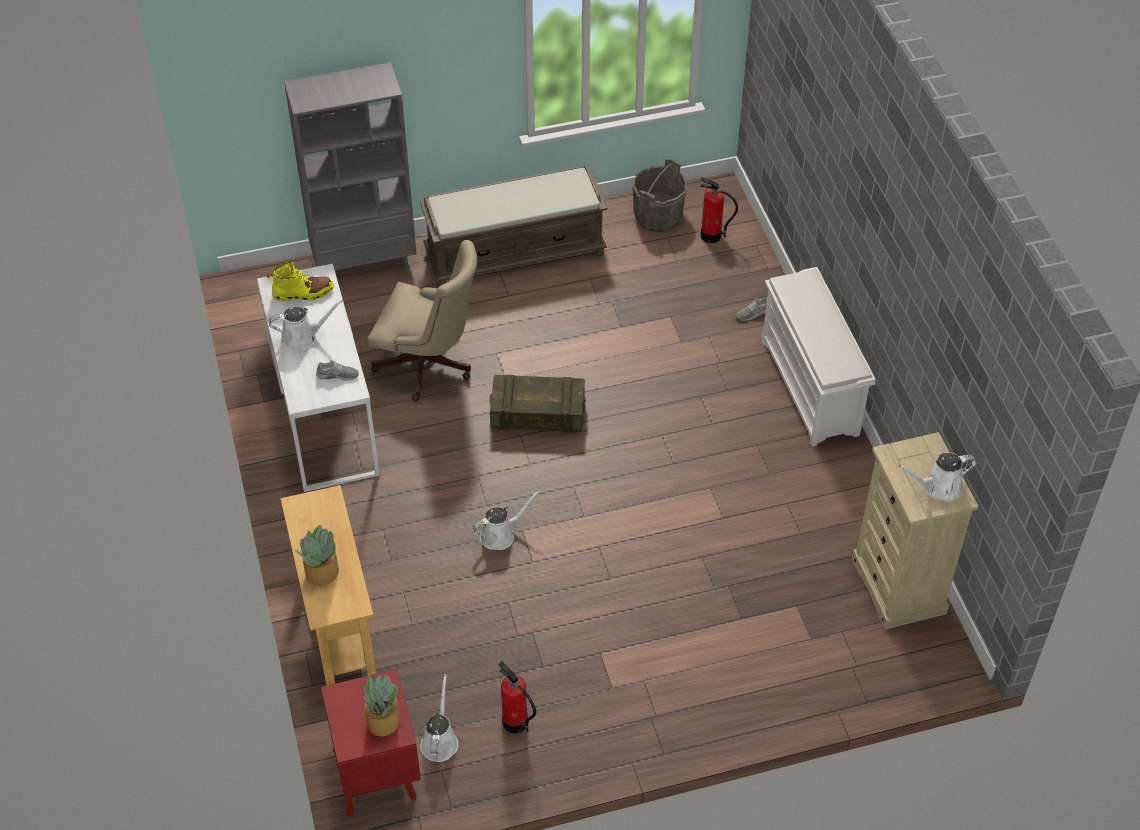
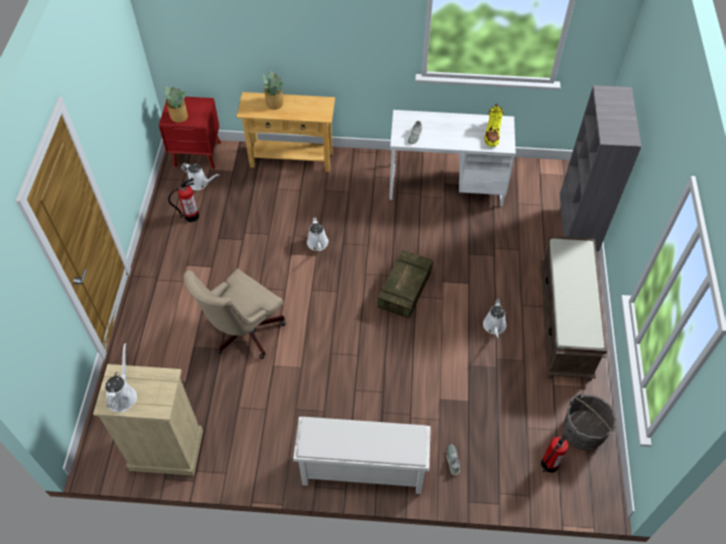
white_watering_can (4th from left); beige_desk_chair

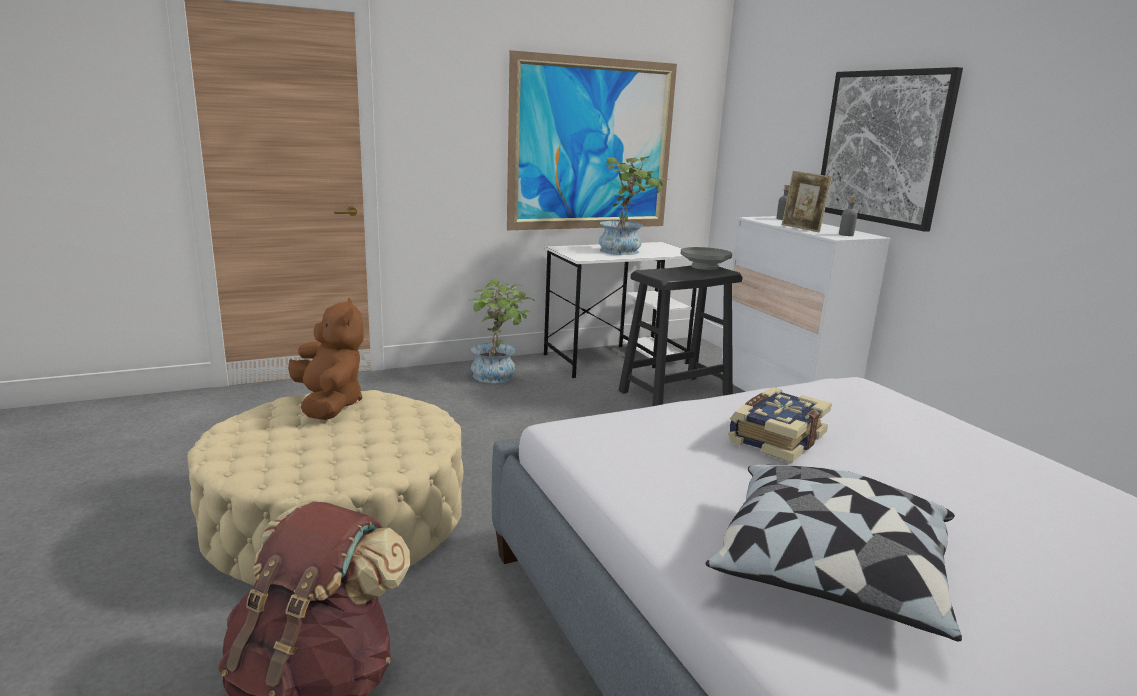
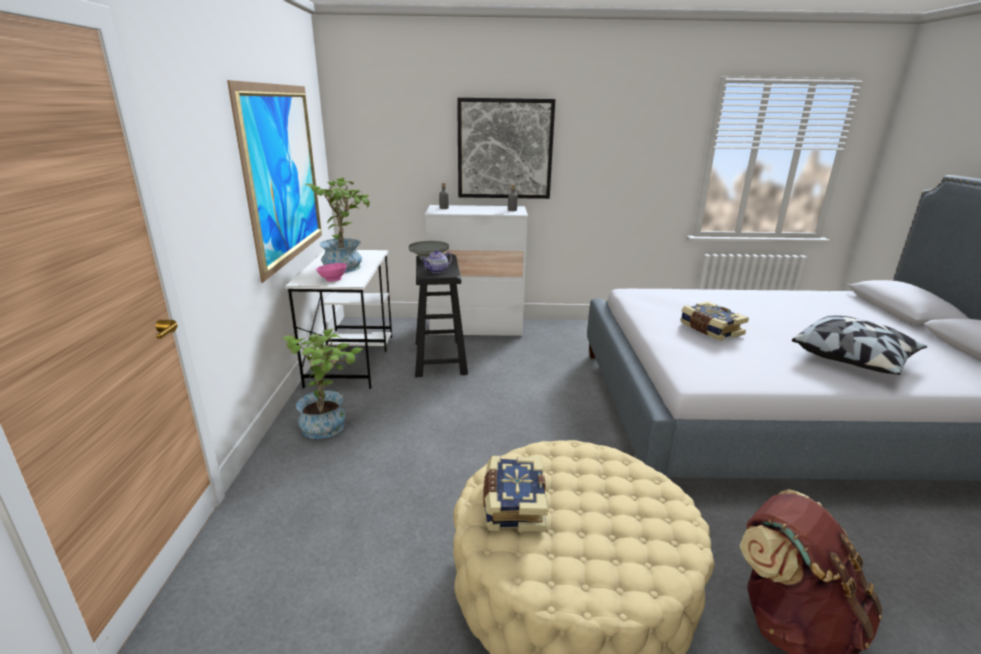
book (1st from left); photo_frame; pinkish_deep_dish; tea_pot

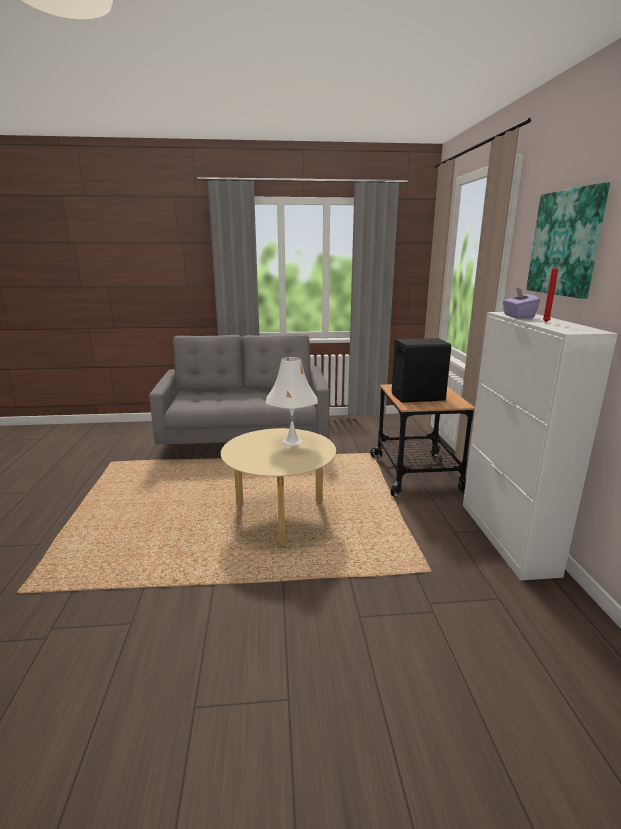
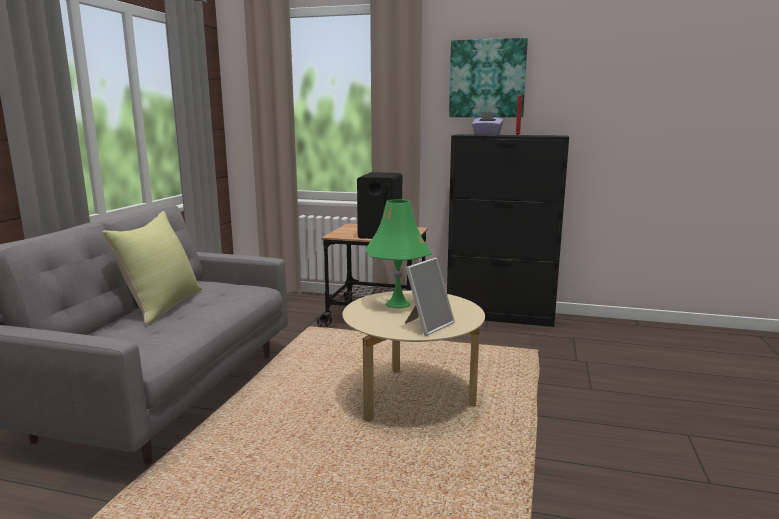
green-coloured_lamp_for_a_table; black-coloured_cabinet; yellowish_cushion; photo_frame

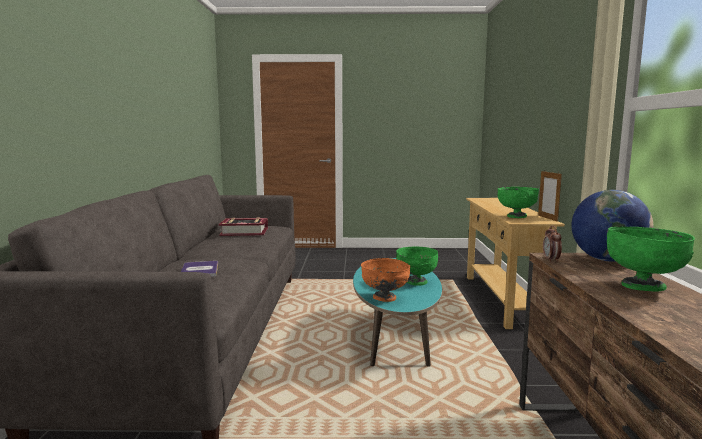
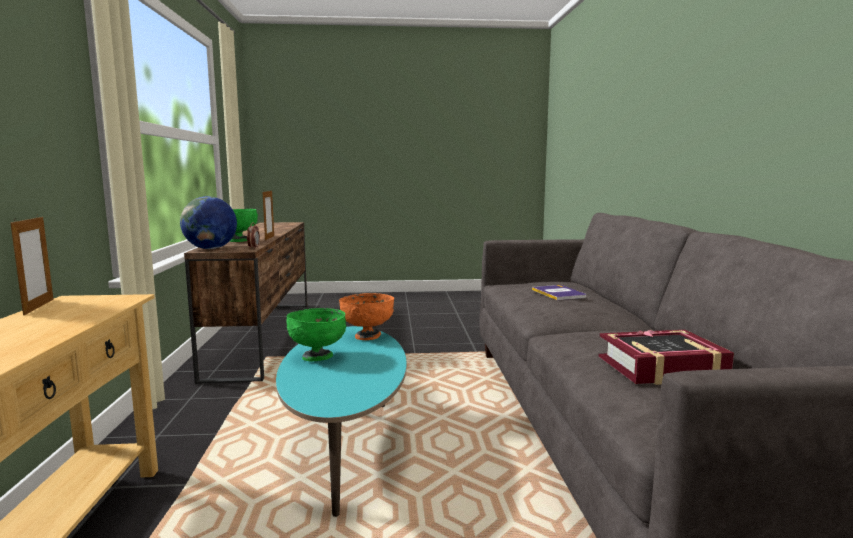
green-coloured_deep_dish (2nd from left in the first image); photo_frame (2nd from left)

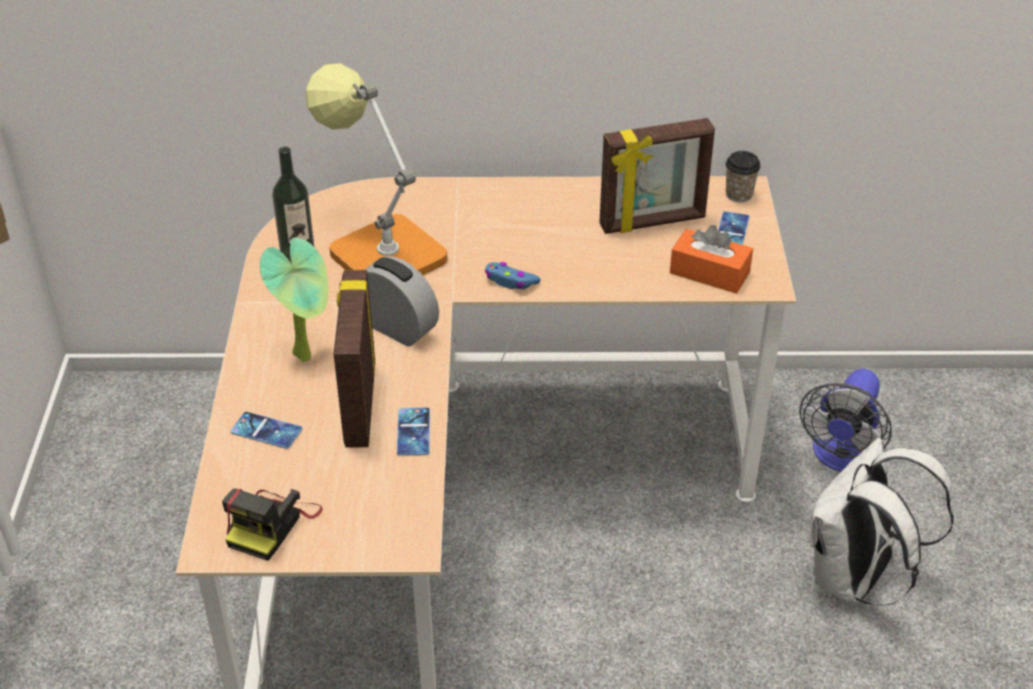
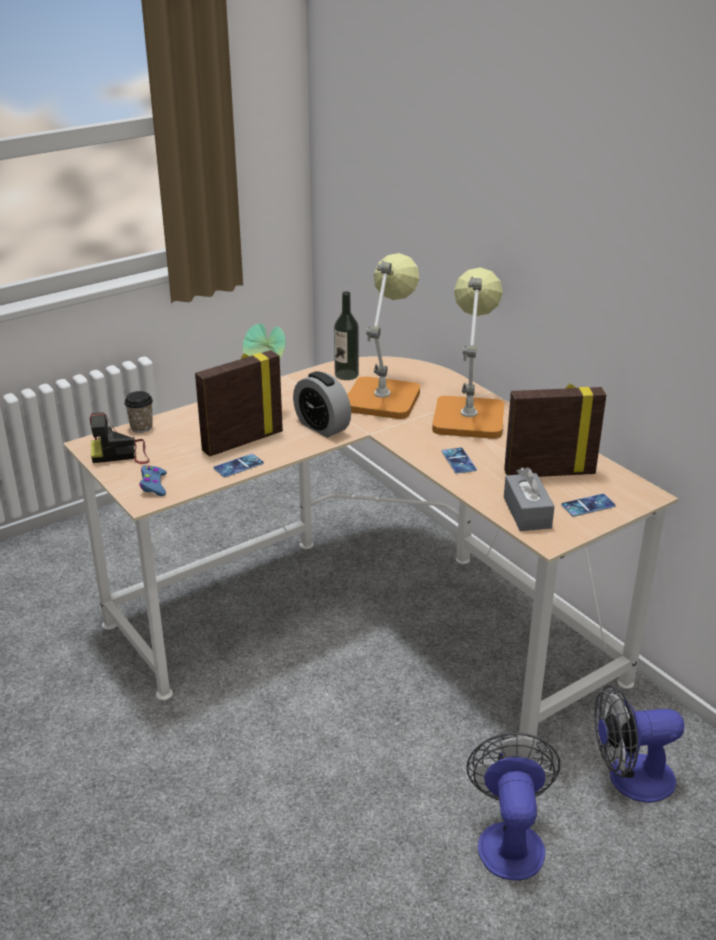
handset (2nd from left); alarm_clock; blue_game_controller; photo_frame (2nd from left); greyish_tissue_holder; drinking_cup; fan (1st from left); lamp_for_a_table (2nd from left)

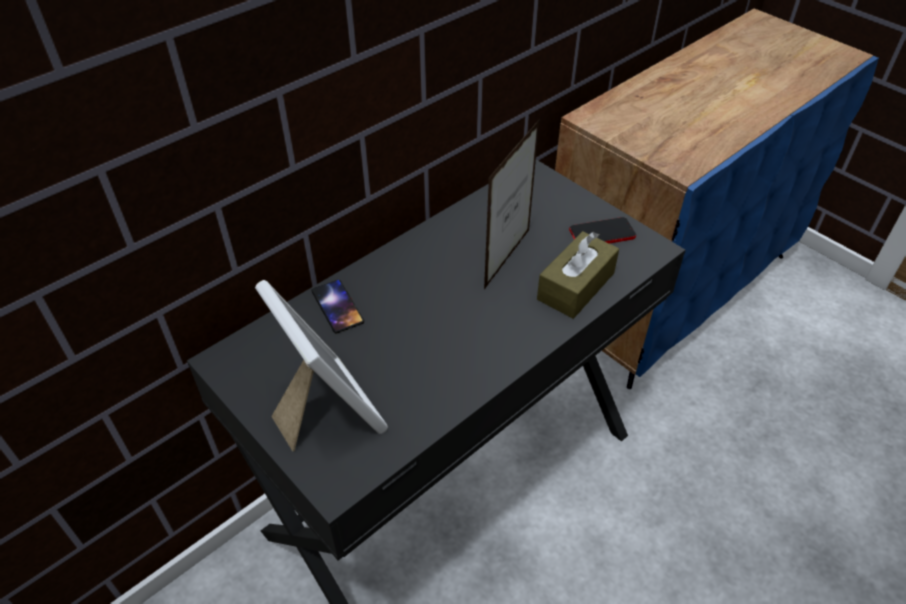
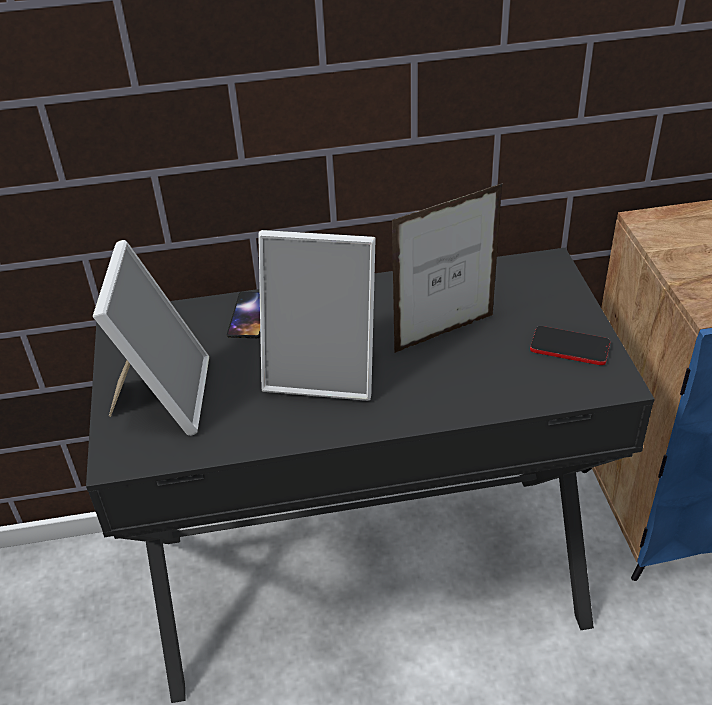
brown-coloured_tissue_holder; photo_frame (2nd from left)

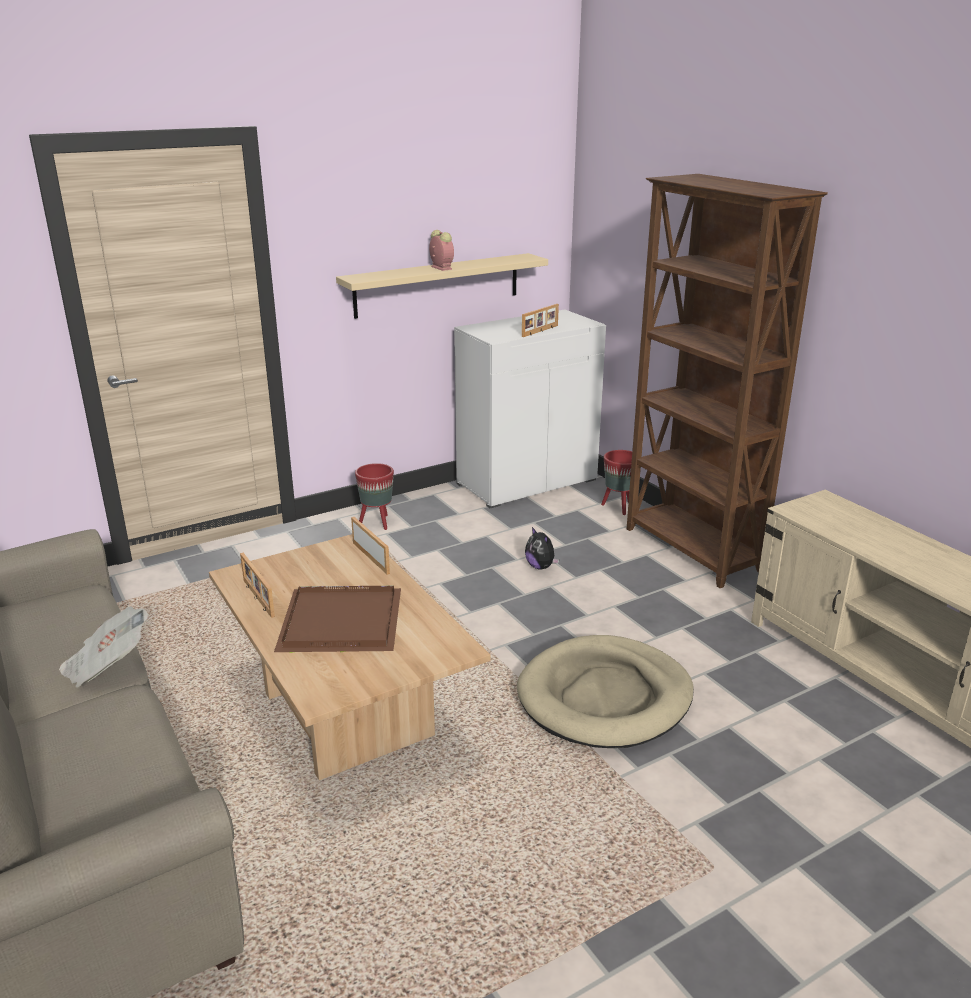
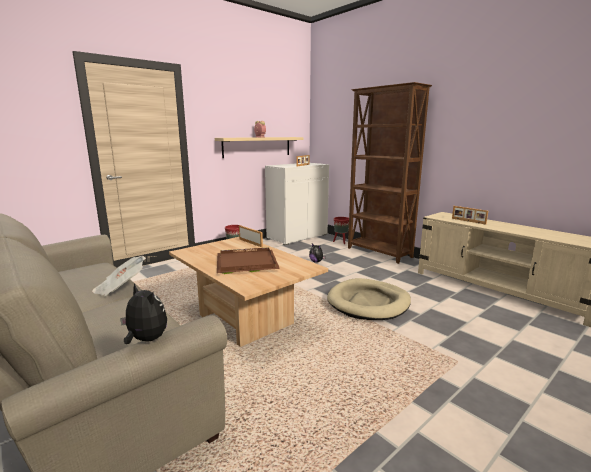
photo_frame (3rd from left); plush_toy (1st from left)

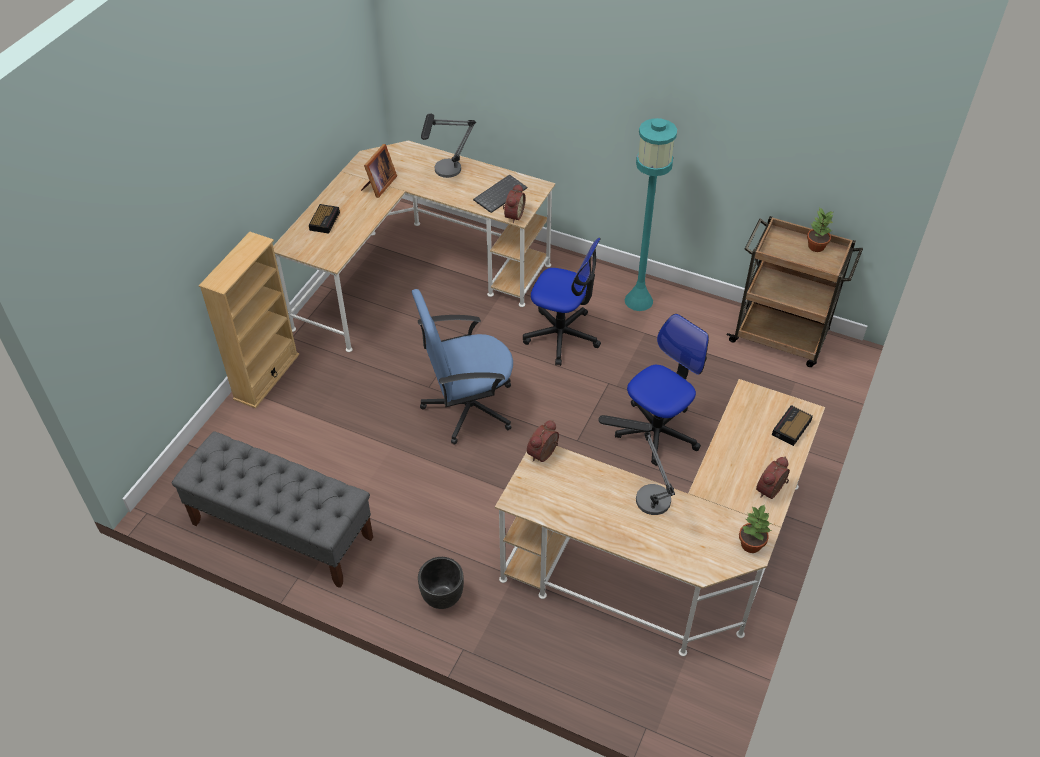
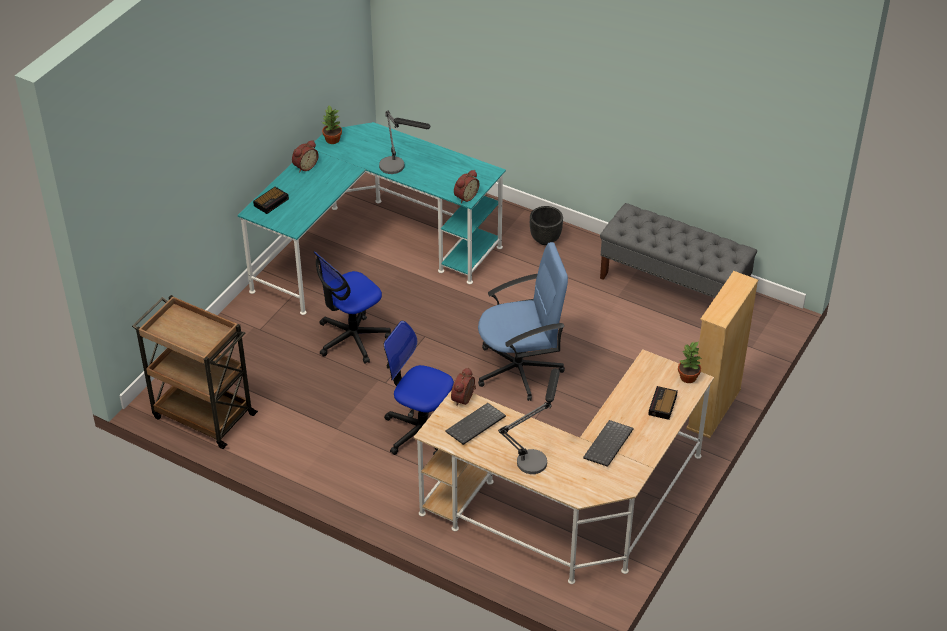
keyboard (2nd from left); turquoise_desk_unit; turquoise_standard_lamp; potted_plant (2nd from left)

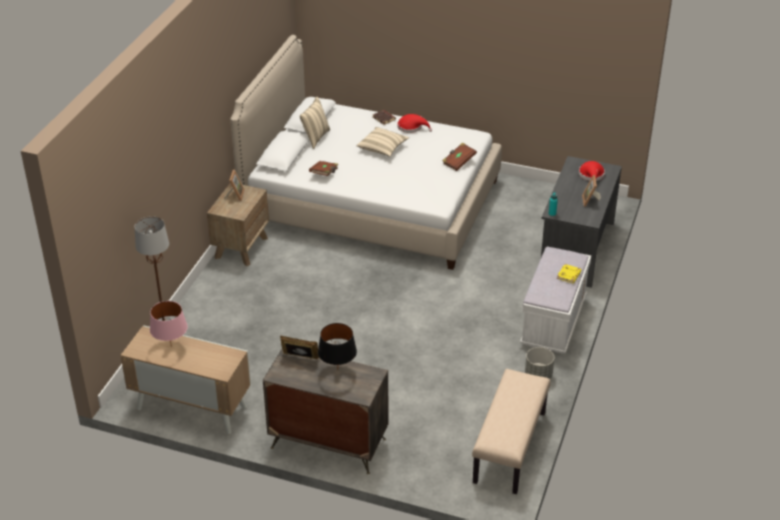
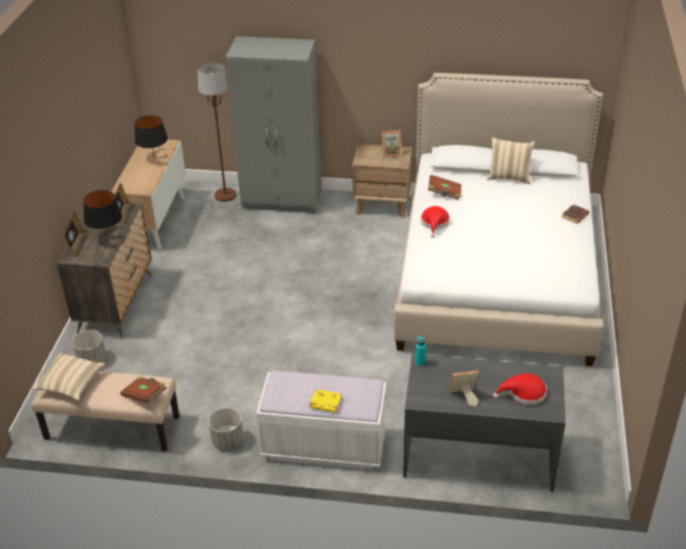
black-coloured_lamp_for_a_table (2nd from left); beige_cushion (1st from left); reddish_clothing_hat (1st from left); brown-coloured_book (1st from left); photo_frame (1st from left); greyish_planter (1st from left); greyish_wardrobe

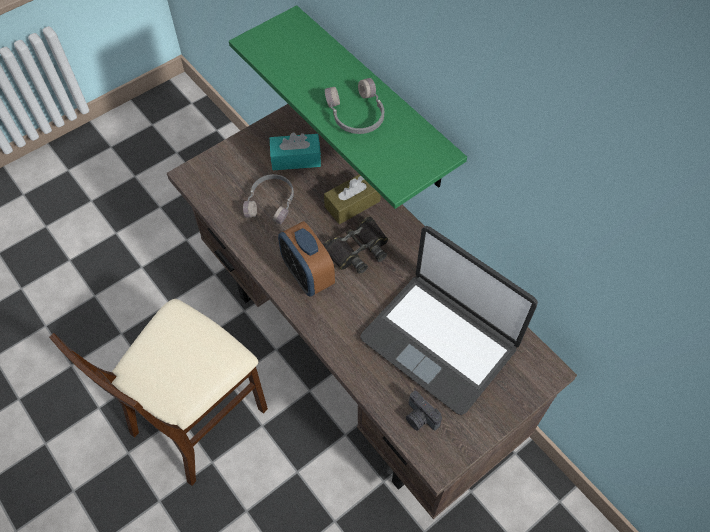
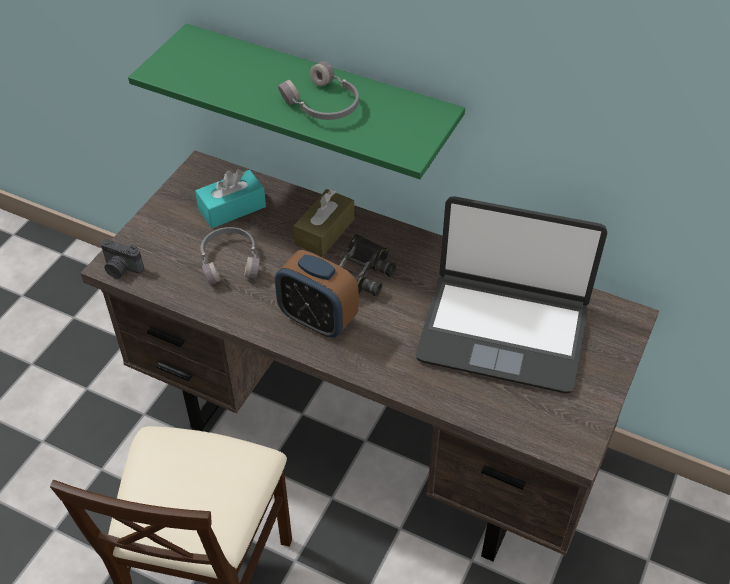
photo_camera

